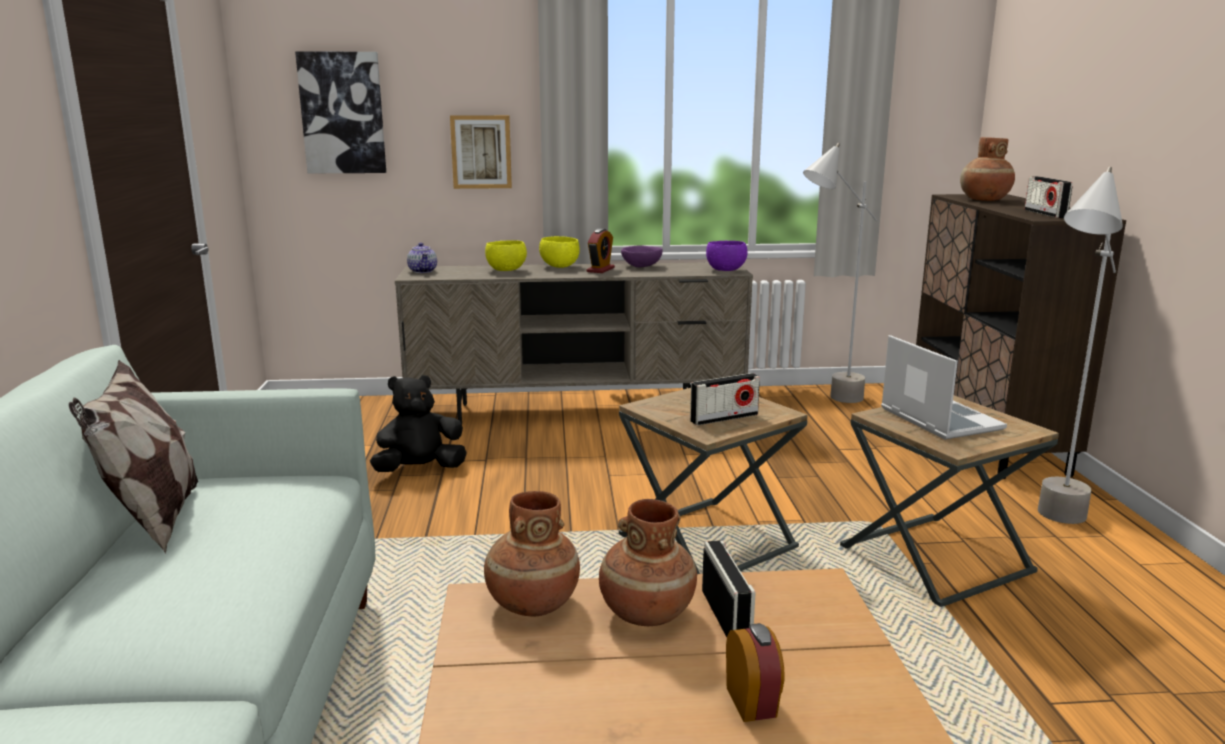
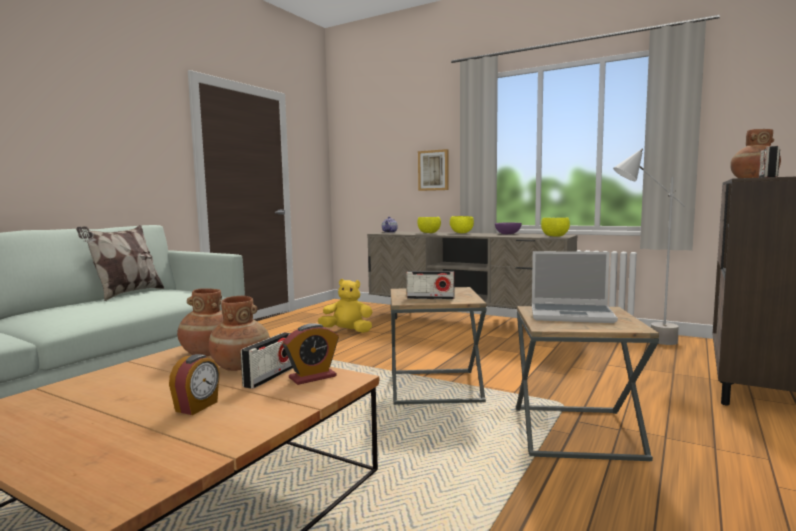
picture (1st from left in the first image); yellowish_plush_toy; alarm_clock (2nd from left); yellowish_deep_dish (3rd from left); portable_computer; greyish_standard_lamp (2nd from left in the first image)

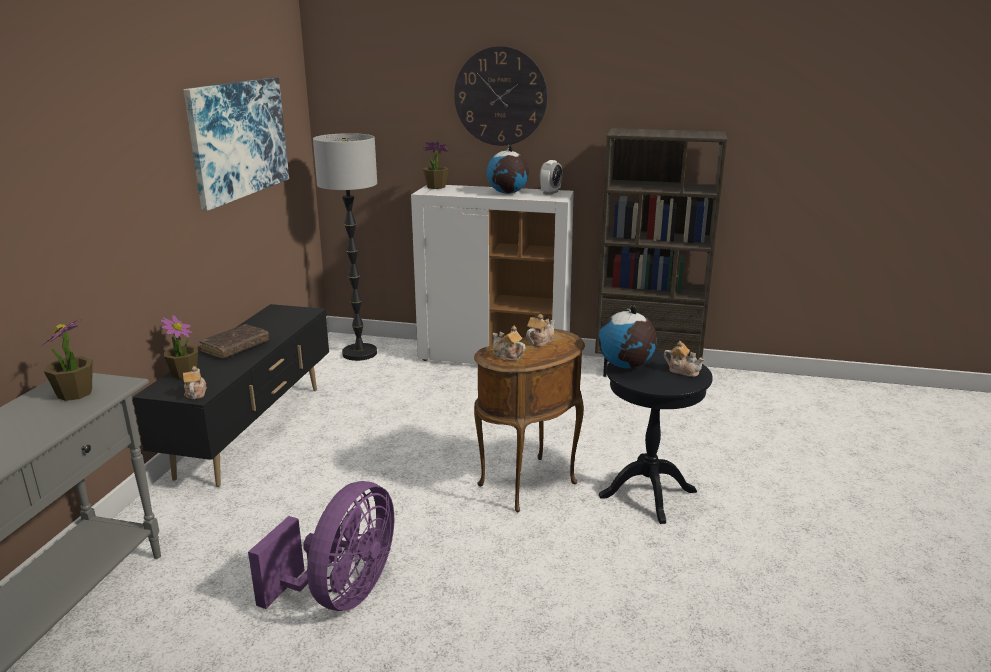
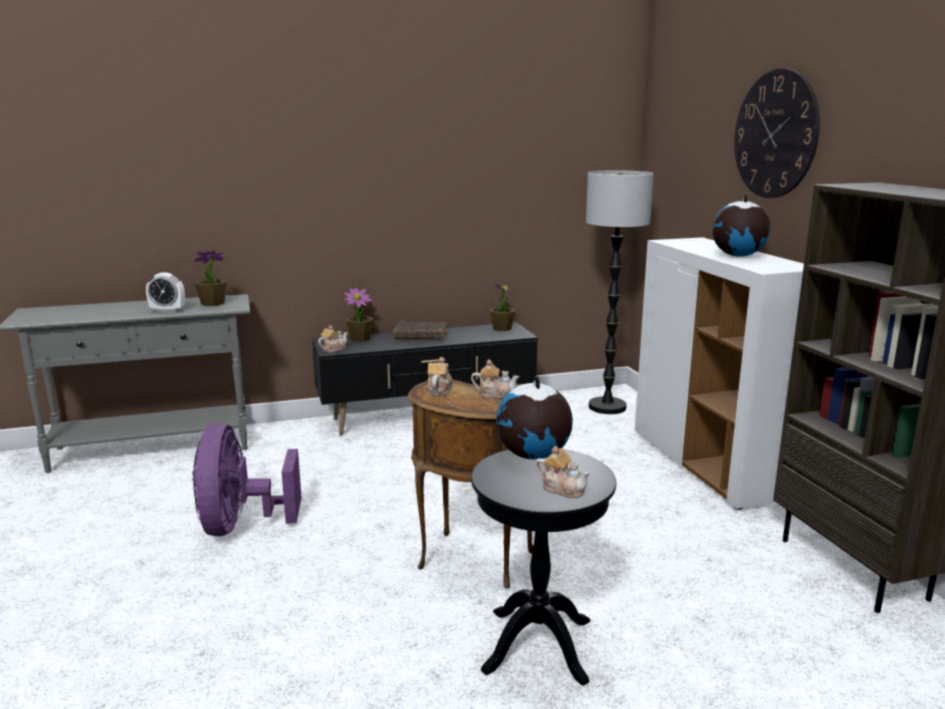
picture; purple_fan; potted_plant (3rd from left); alarm_clock; tea_pot (4th from left)

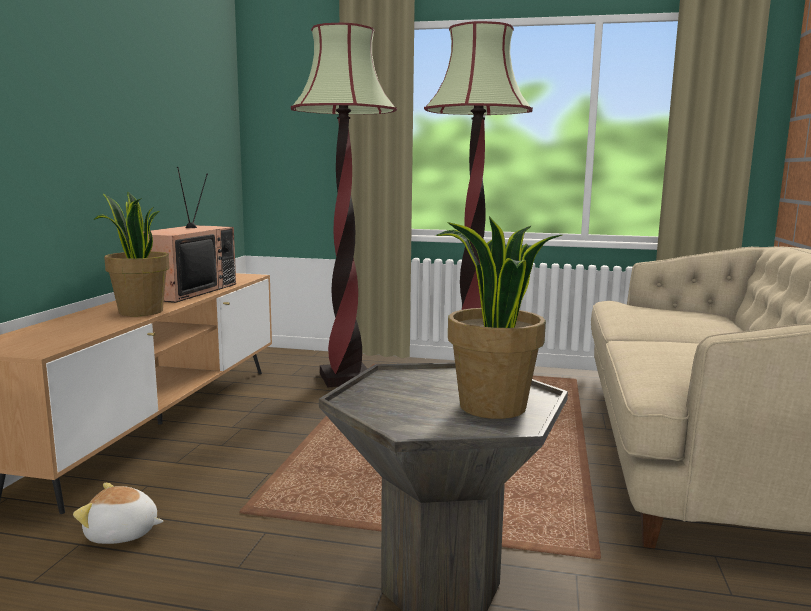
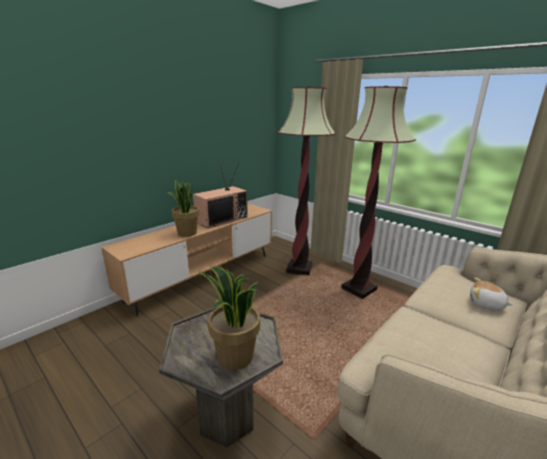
plush_toy

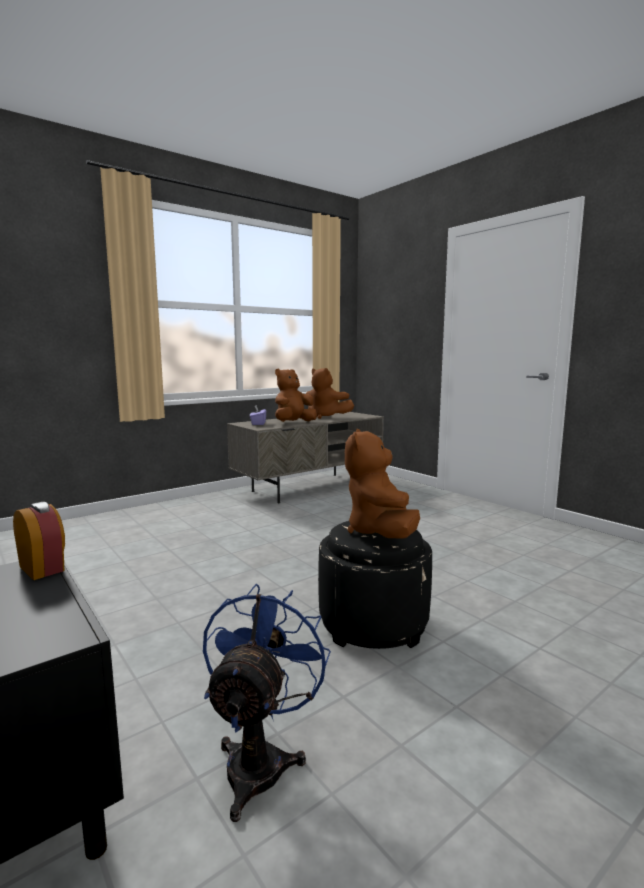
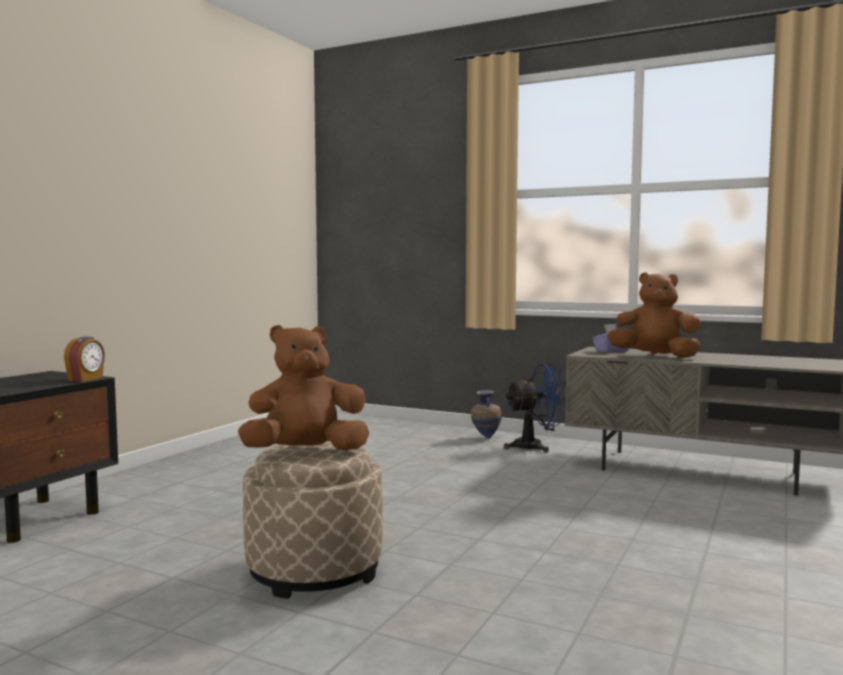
blue_fan; brown-coloured_plush_toy (2nd from left in the first image); beige_pouffe; decorative_vase

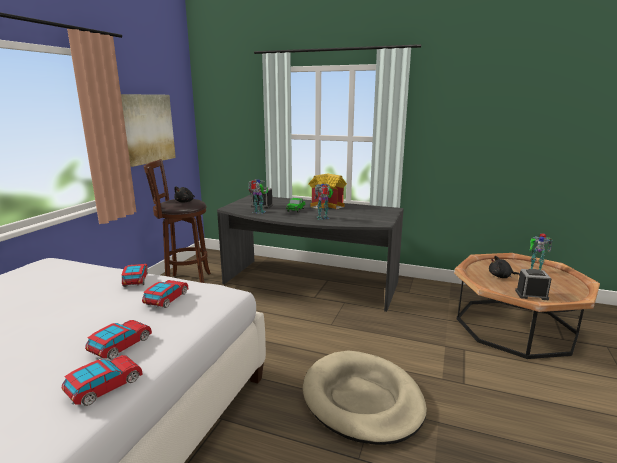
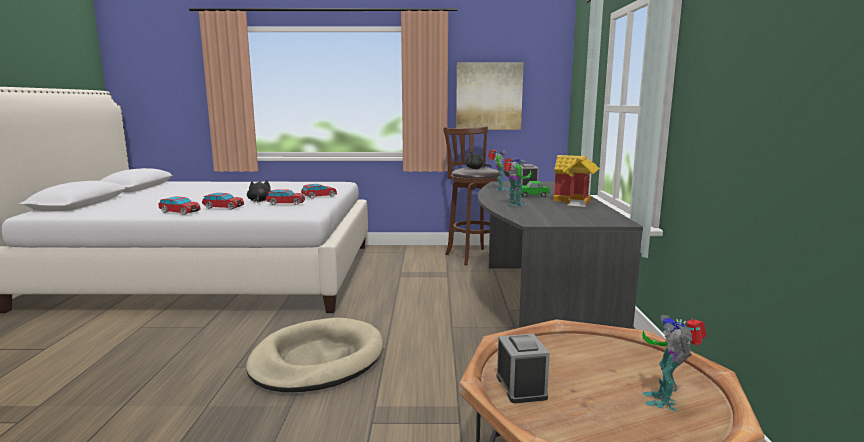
black-coloured_plush_toy (1st from left)

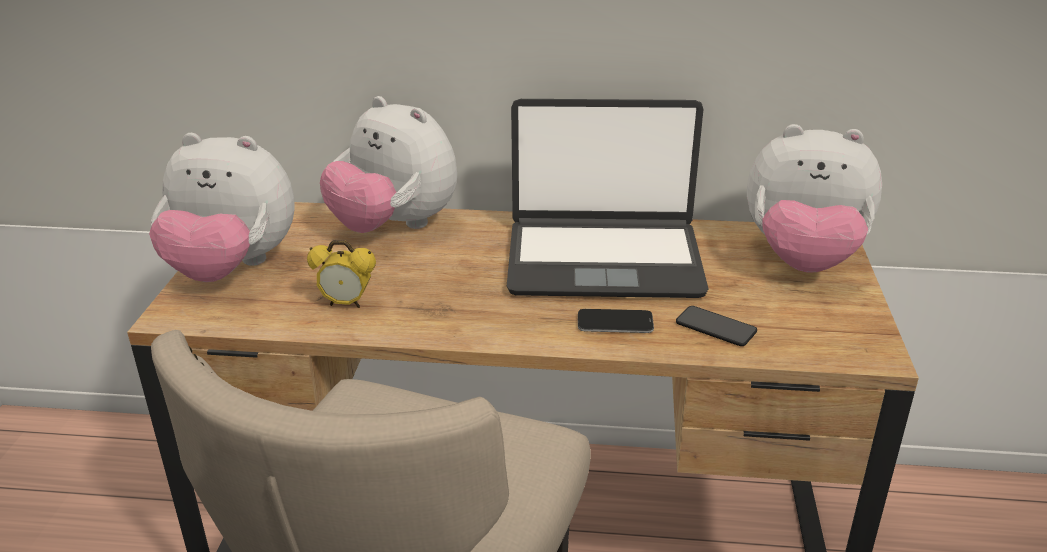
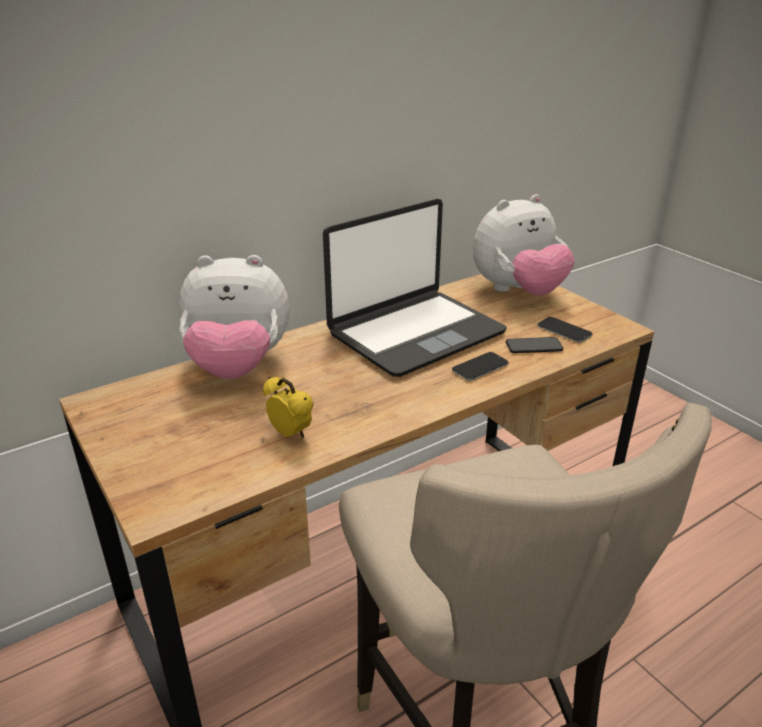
plush_toy (1st from left in the first image); alarm_clock; handset (3rd from left)

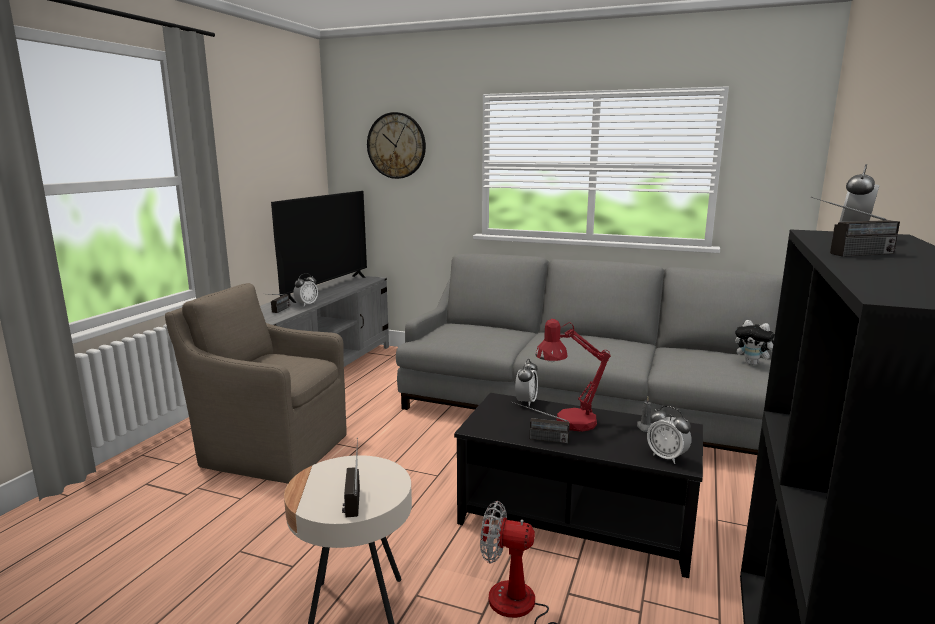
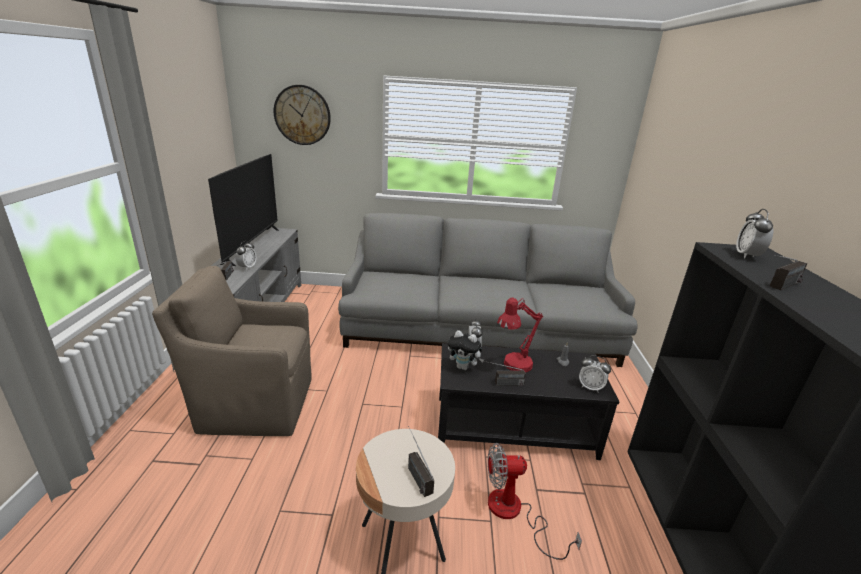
plush_toy

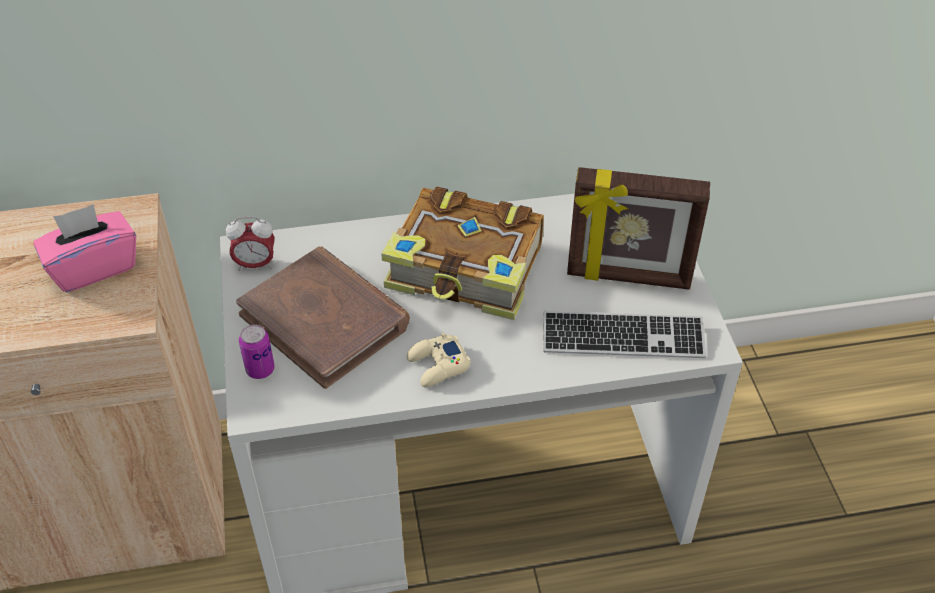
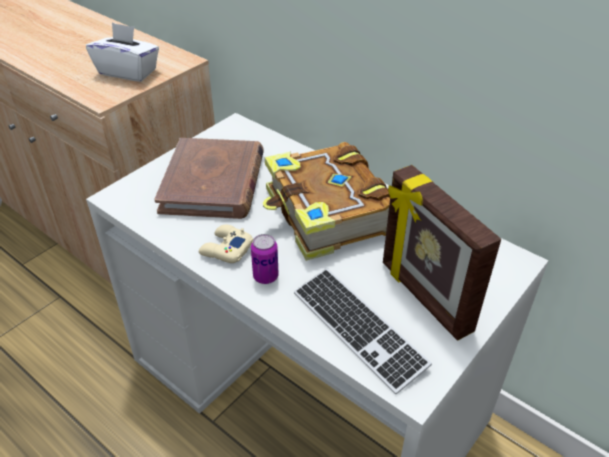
white_tissue_holder; alarm_clock; can

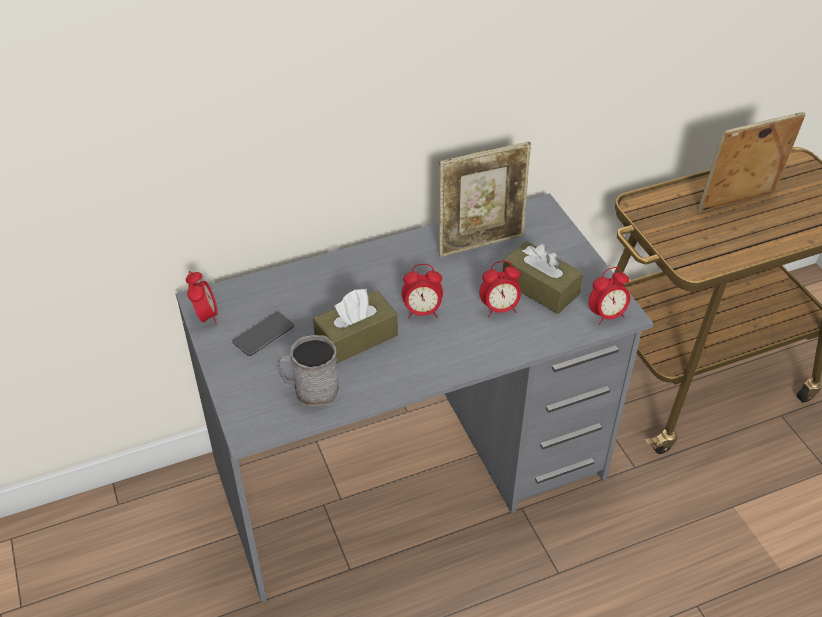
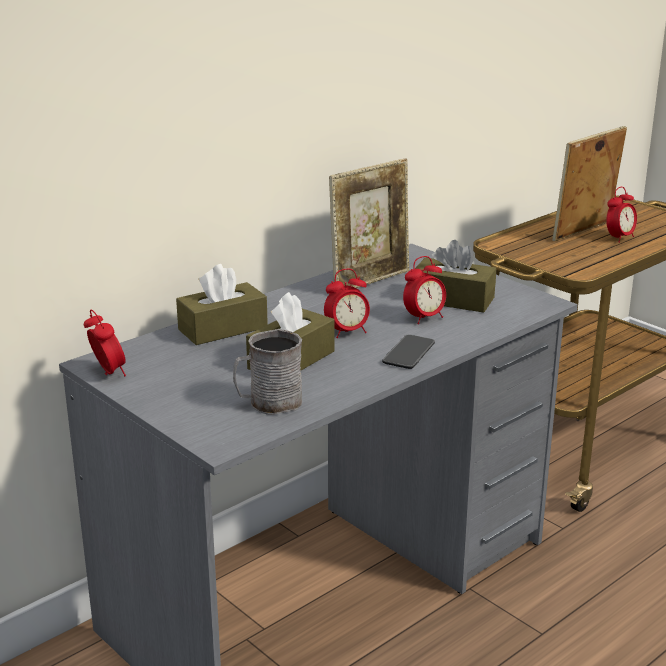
handset; alarm_clock (4th from left); brown-coloured_tissue_holder (1st from left)

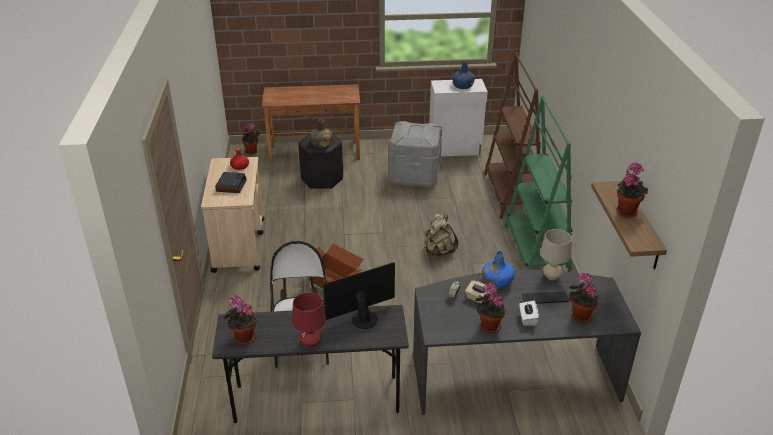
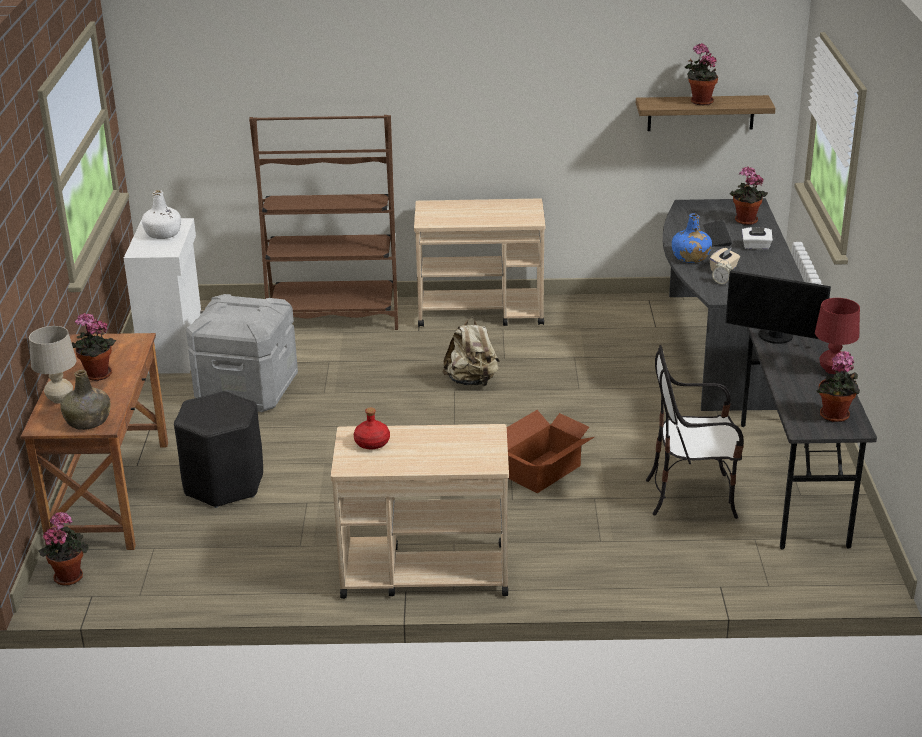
alarm_clock (1st from left in the first image); green-coloured_bottle; computer_display; white_bottle; potted_plant (2nd from left); beige_wheeled_cart (2nd from left); beige_lamp_for_a_table

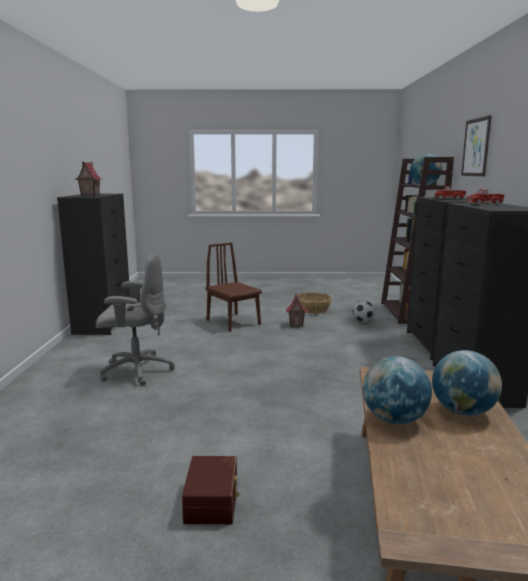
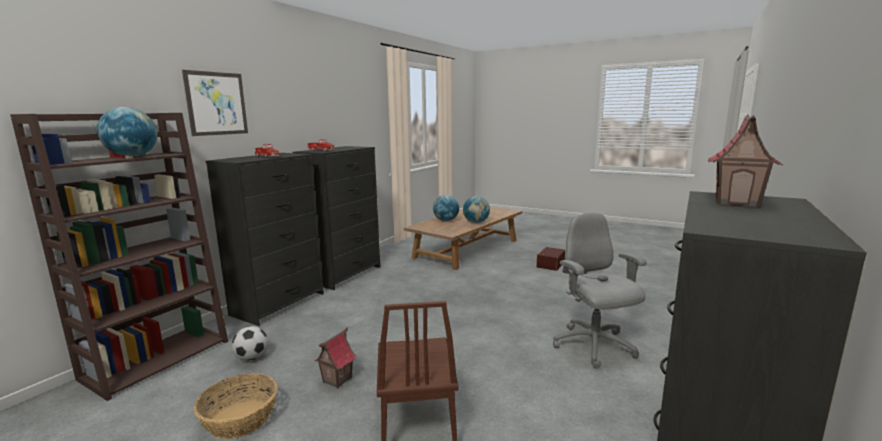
greyish_desk_chair

